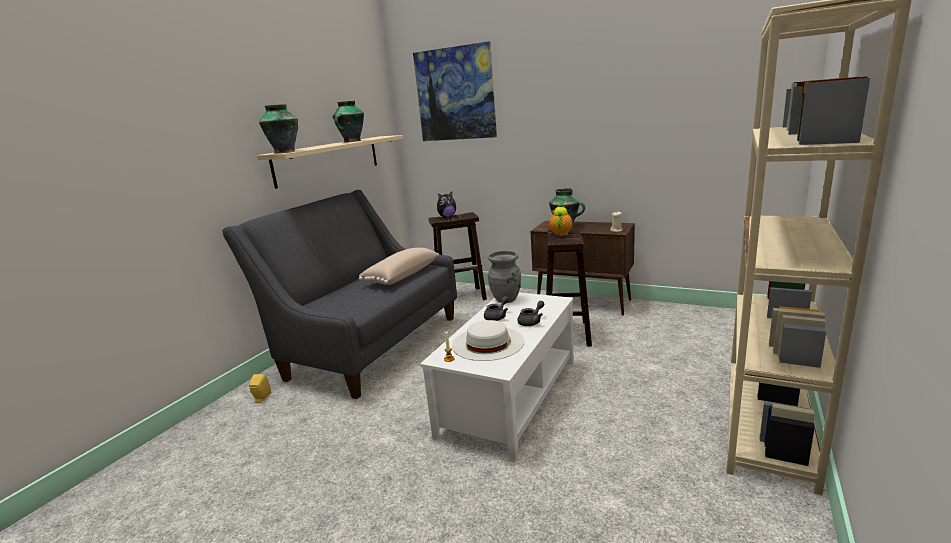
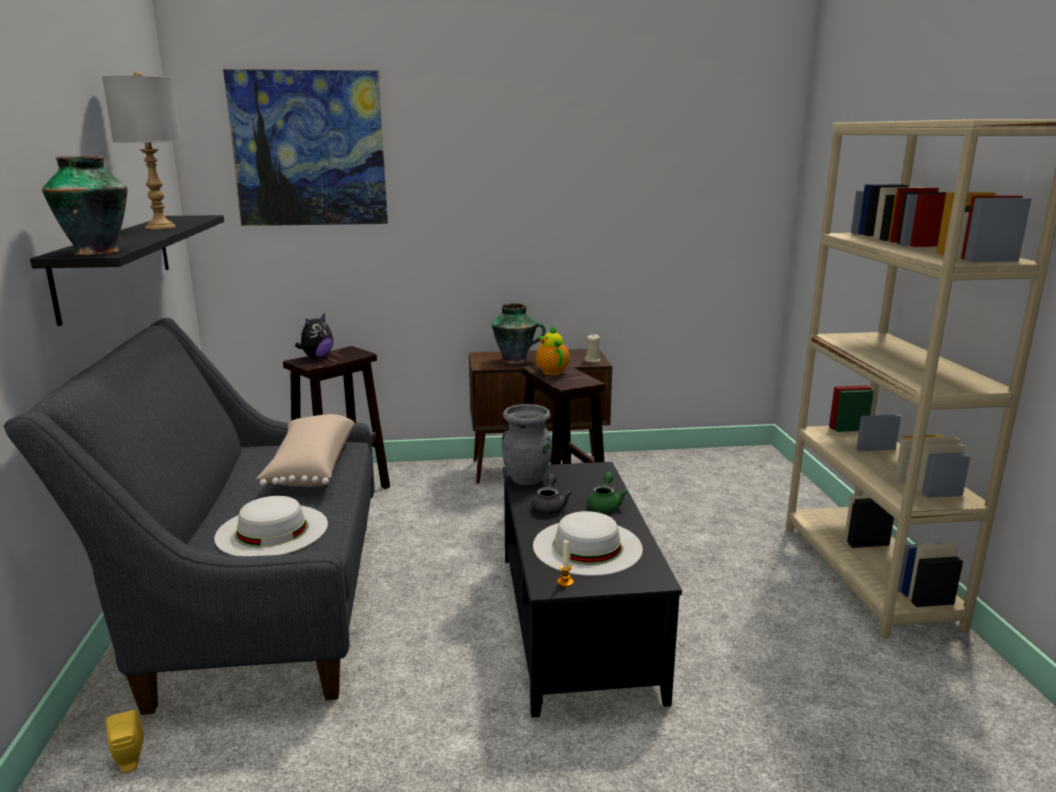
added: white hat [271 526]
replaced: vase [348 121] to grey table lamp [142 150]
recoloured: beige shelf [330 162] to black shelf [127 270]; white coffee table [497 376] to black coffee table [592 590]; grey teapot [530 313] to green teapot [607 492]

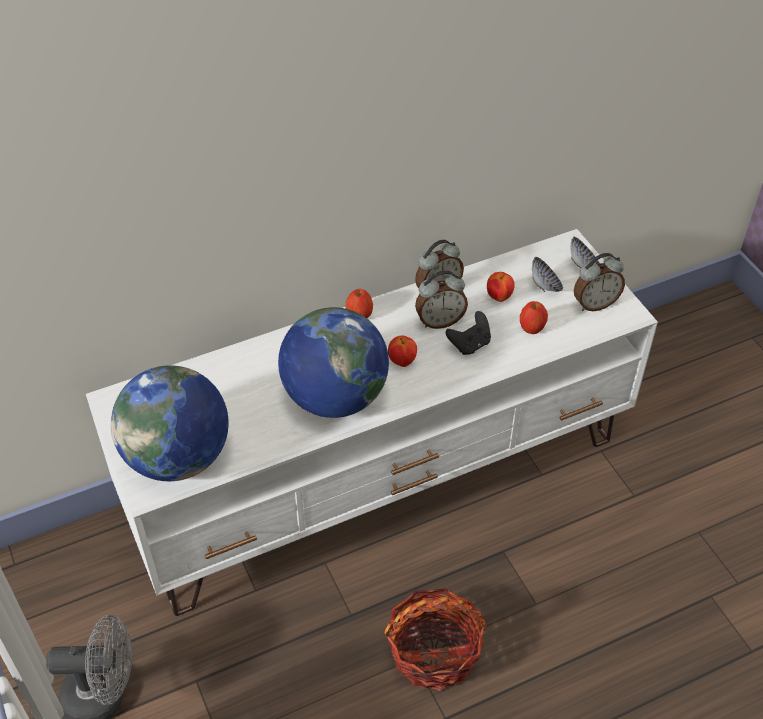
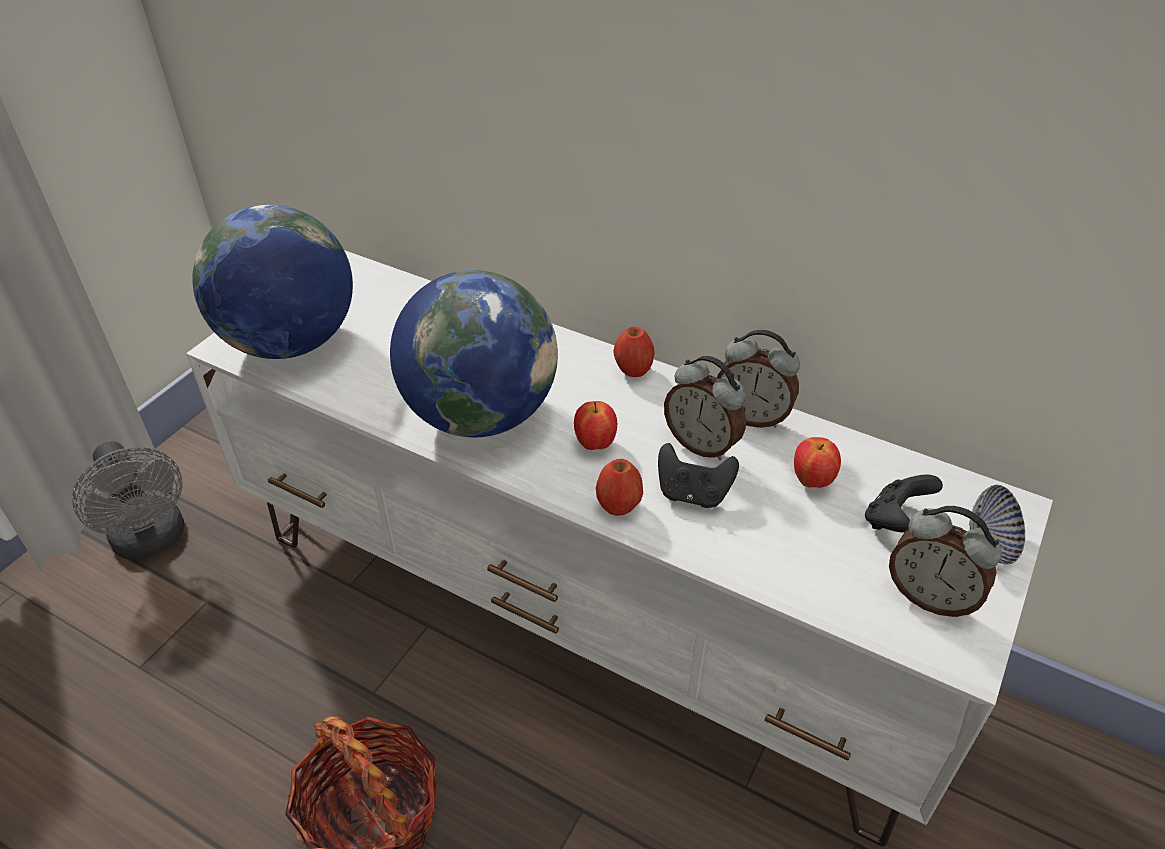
moved: apple [534 317] to [619 487]
replaced: bowl [547 274] to black game controller [904 503]

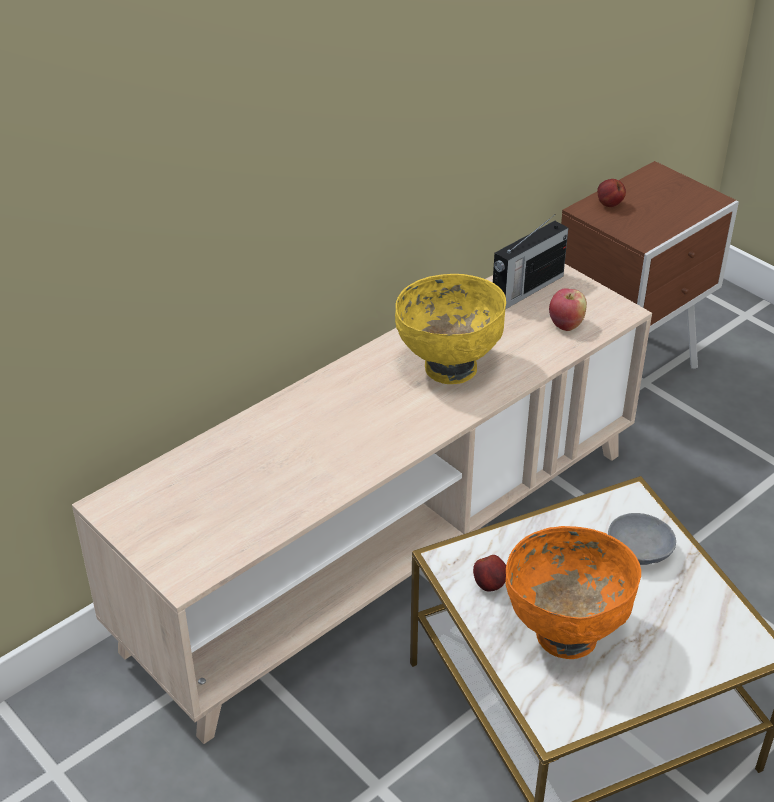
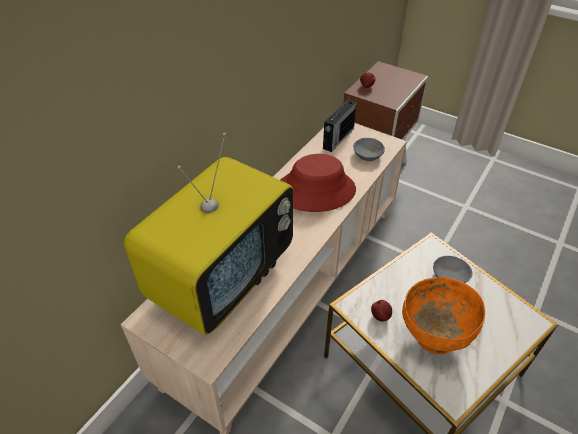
added: television [208 234]
replaced: yellow bowl [450 329] to red hat [318 183]; apple [568 309] to grey bowl [369 149]

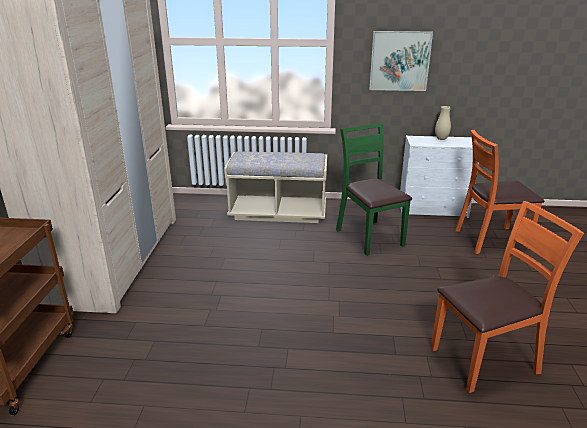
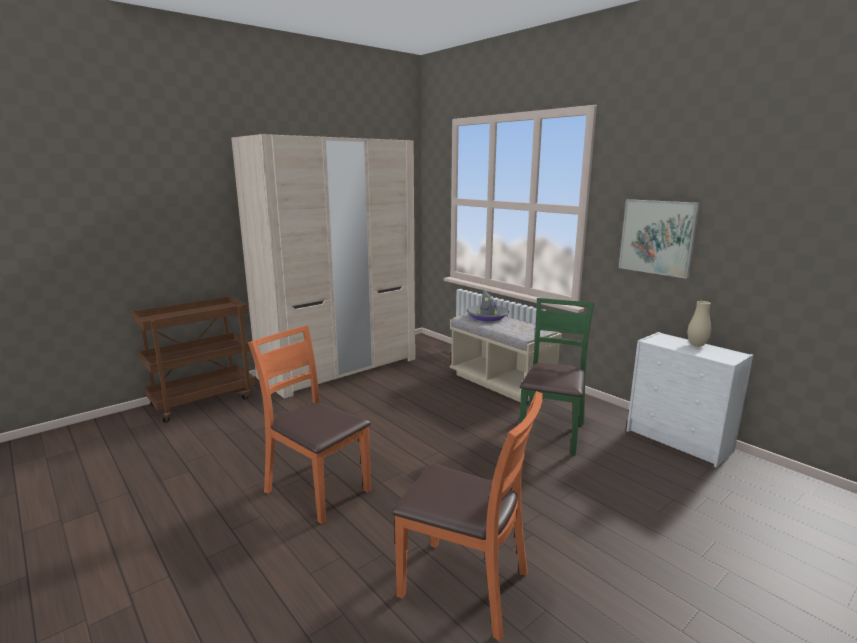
added: grey hat [488 305]
moved: orange chair [499 192] to [309 424]

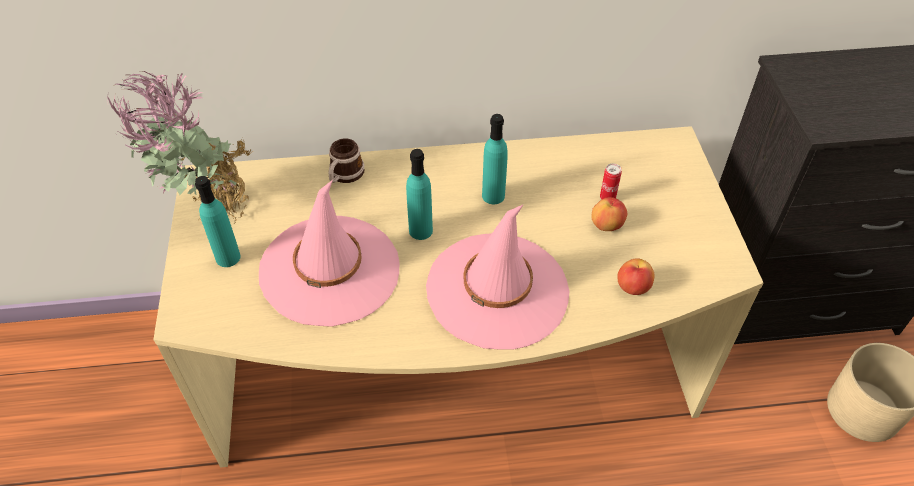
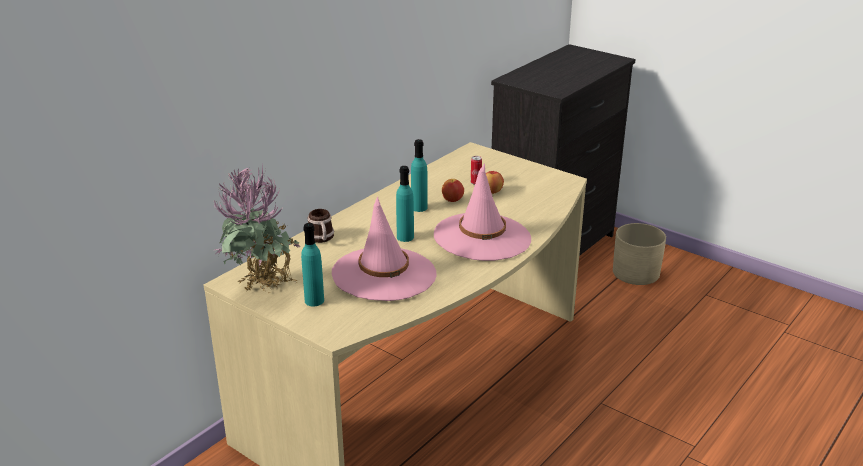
moved: apple [636 276] to [453 190]

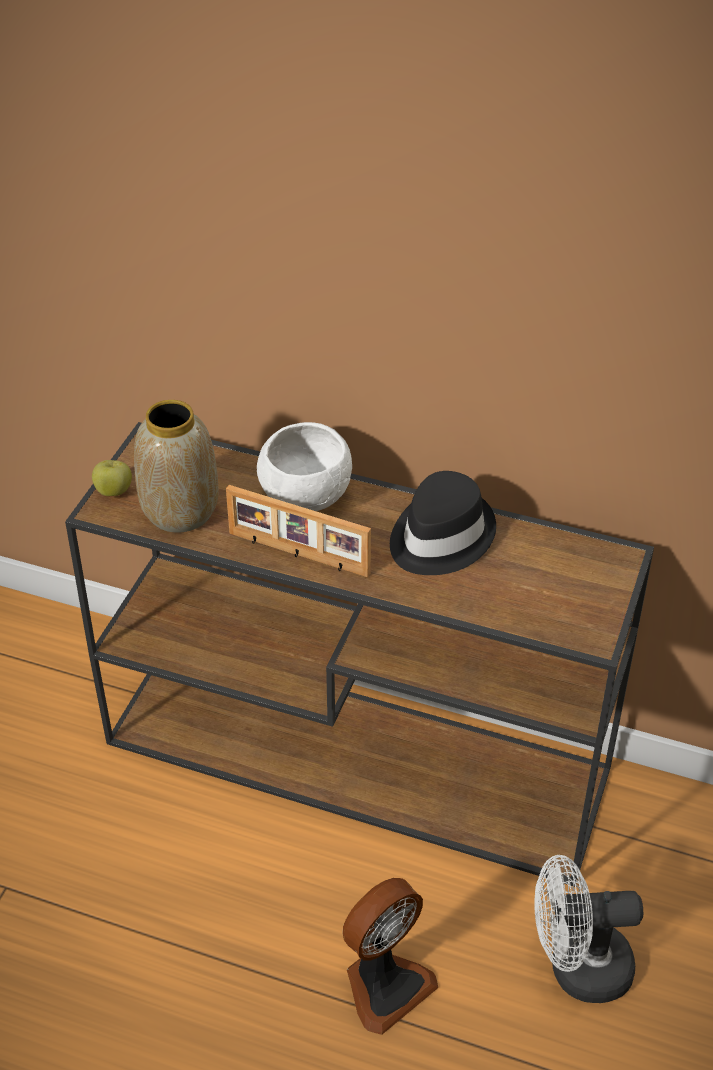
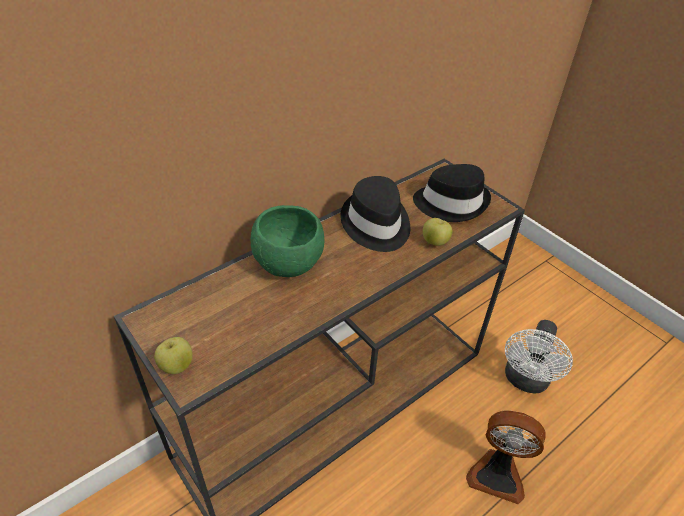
removed: vase [176 466]; picture frame [298 531]
added: black hat [452 193]; apple [437 232]
recoloured: white bowl [304 466] to green bowl [287 241]
turned: fan [390 956] = [506 457] 120 degrees clockwise

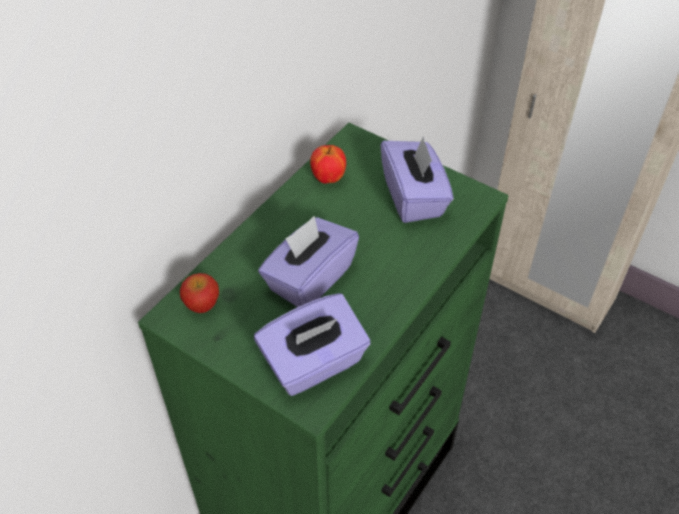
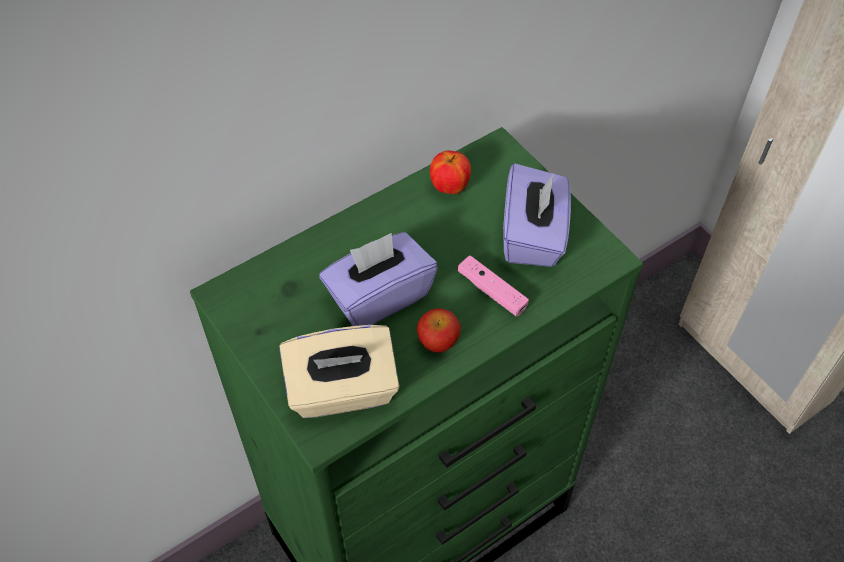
added: pink game controller [493 285]
moved: apple [199 293] to [439 330]
recoloured: purple tissue box [312 344] to beige tissue box [339 371]

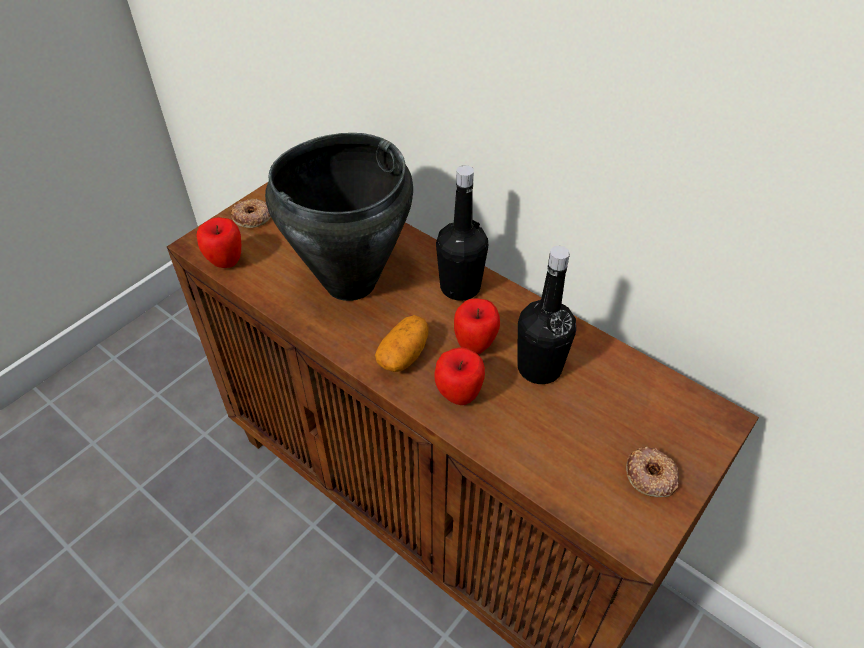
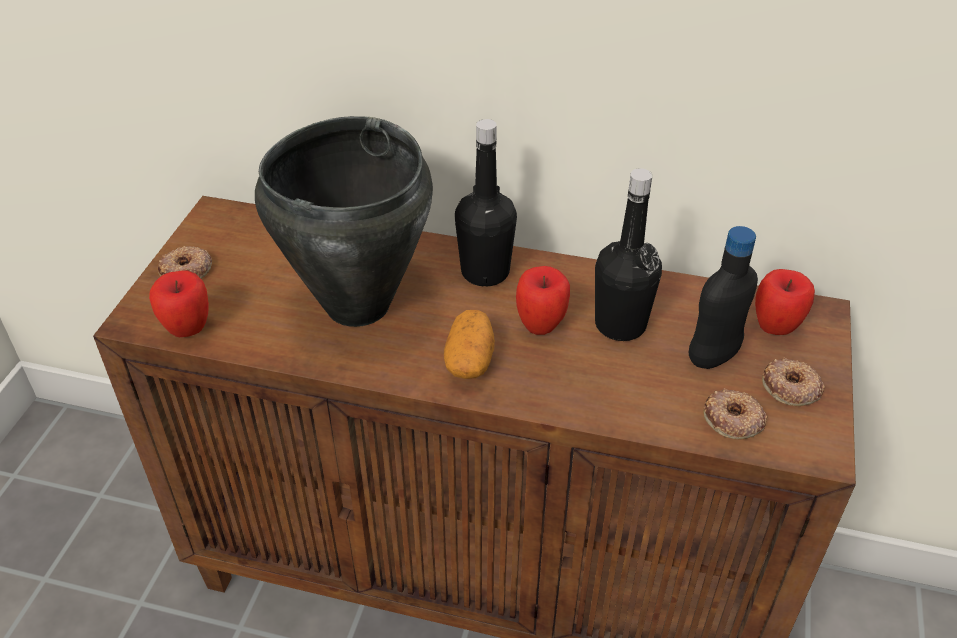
added: black bottle [723 297]; donut [735 414]
moved: apple [460 376] to [785 302]

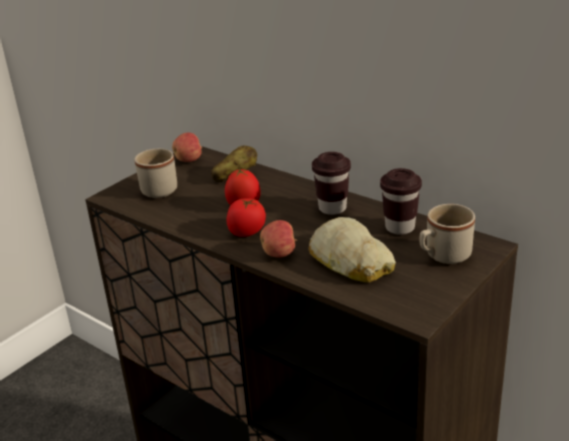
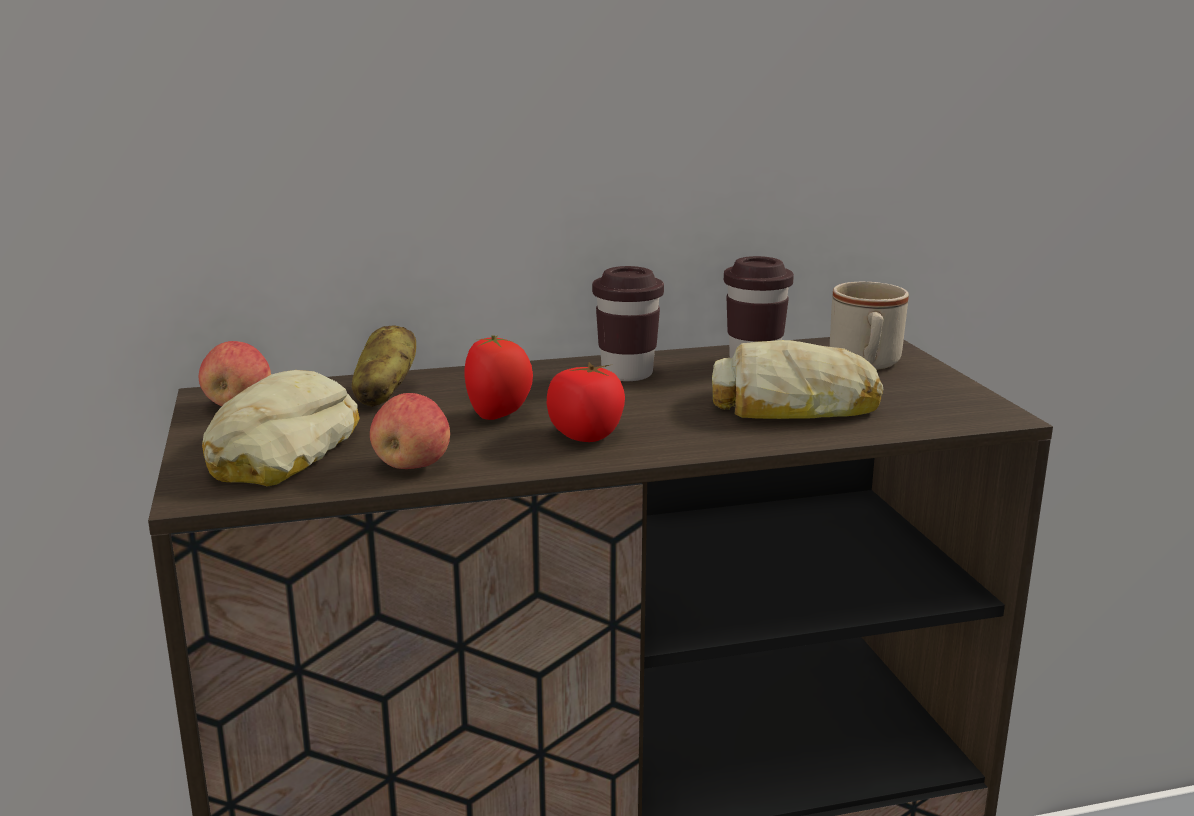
moved: apple [278 239] to [410 431]
replaced: beige mug [155 173] to bread [281 428]

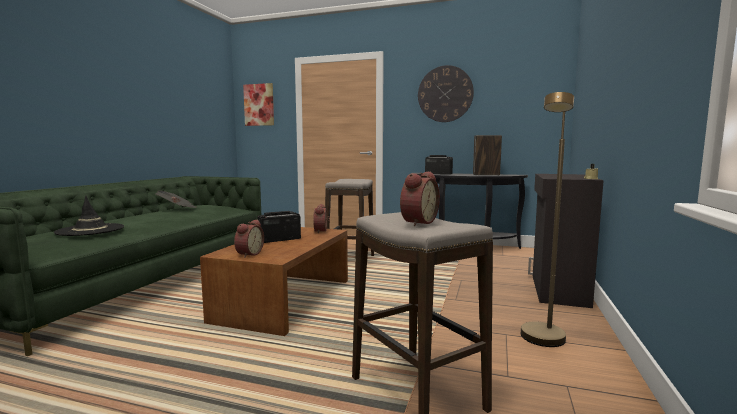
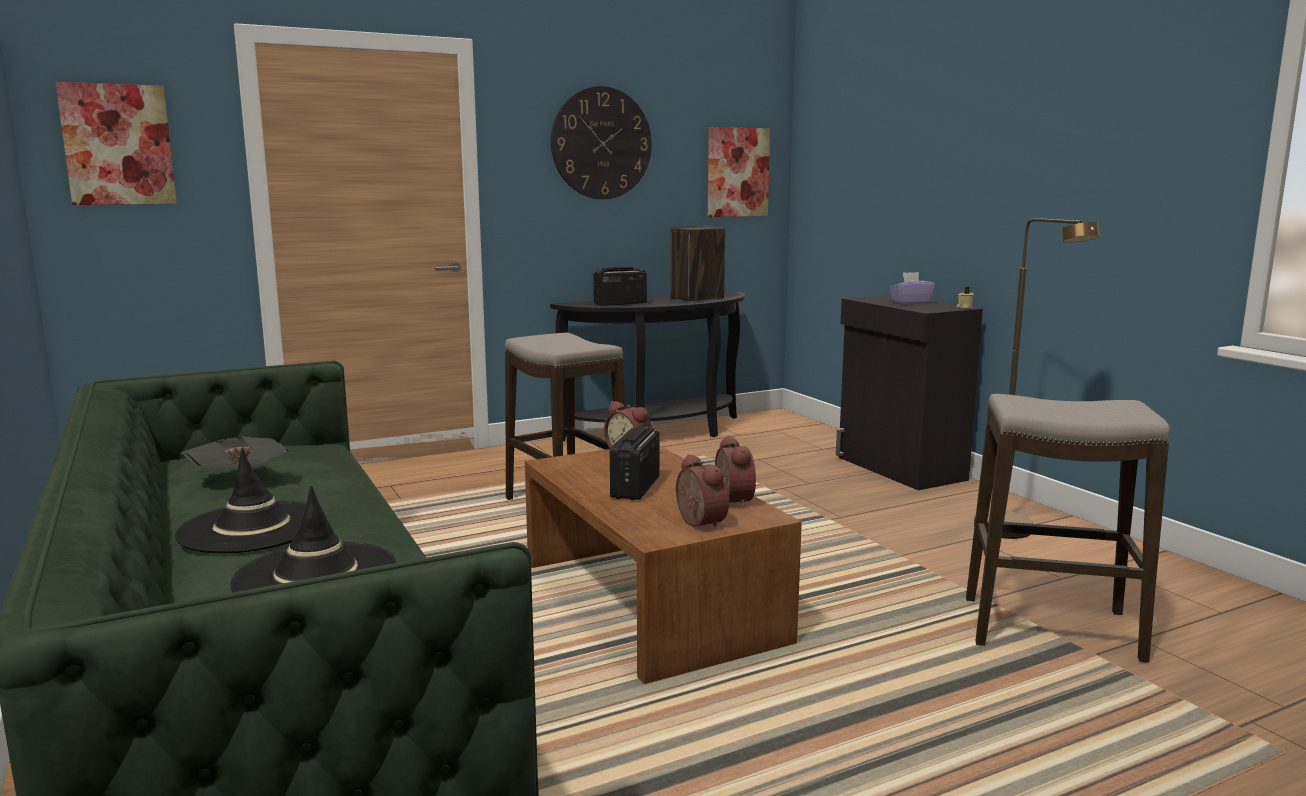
added: picture [739 172]; purple tissue box [912 288]; black hat [241 500]
moved: alarm clock [420 199] to [735 472]

